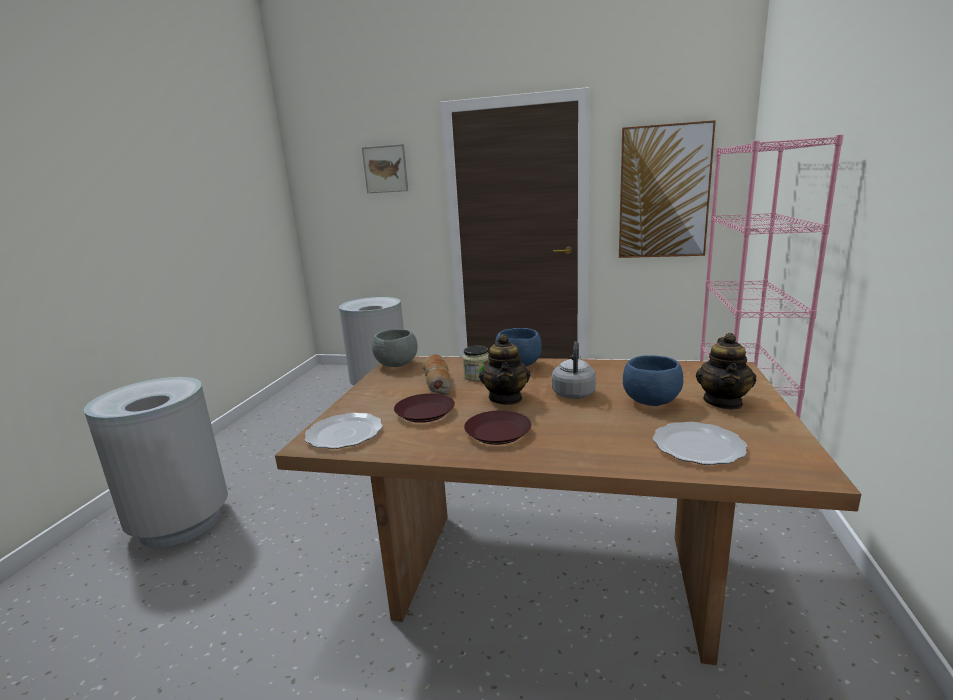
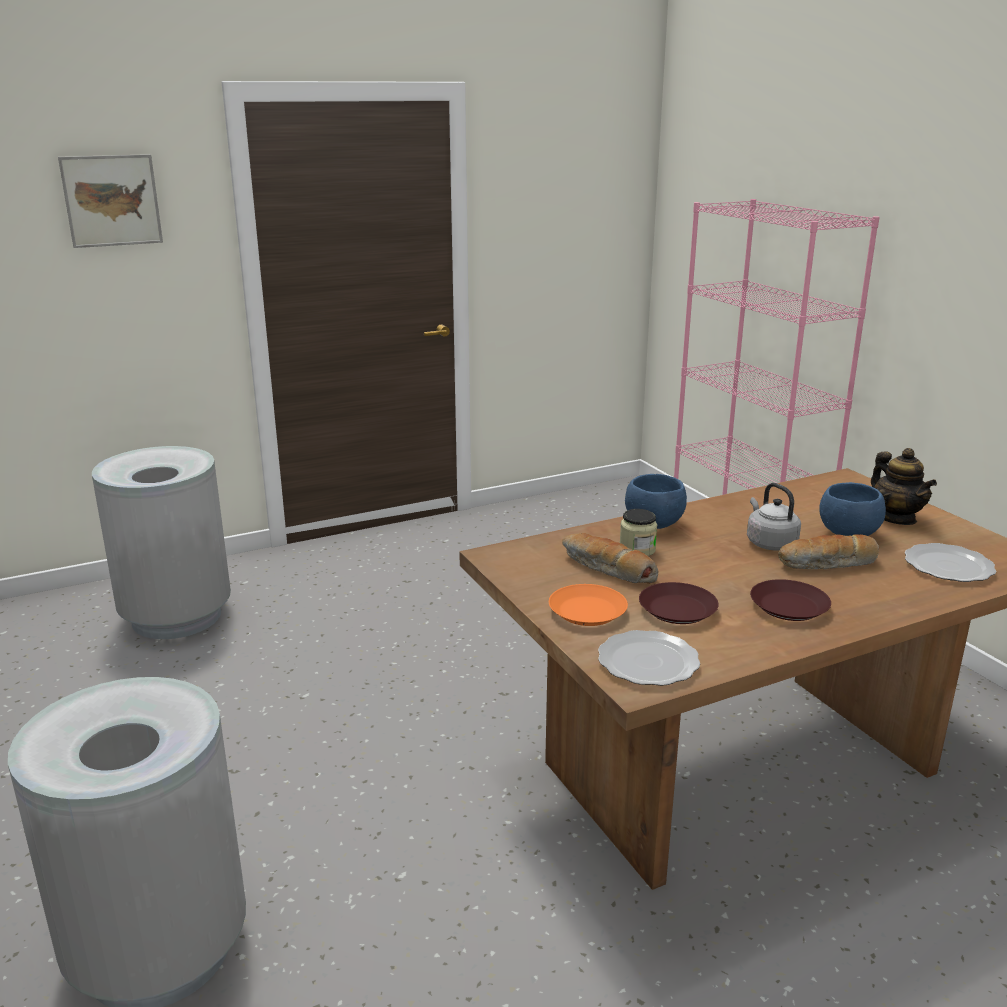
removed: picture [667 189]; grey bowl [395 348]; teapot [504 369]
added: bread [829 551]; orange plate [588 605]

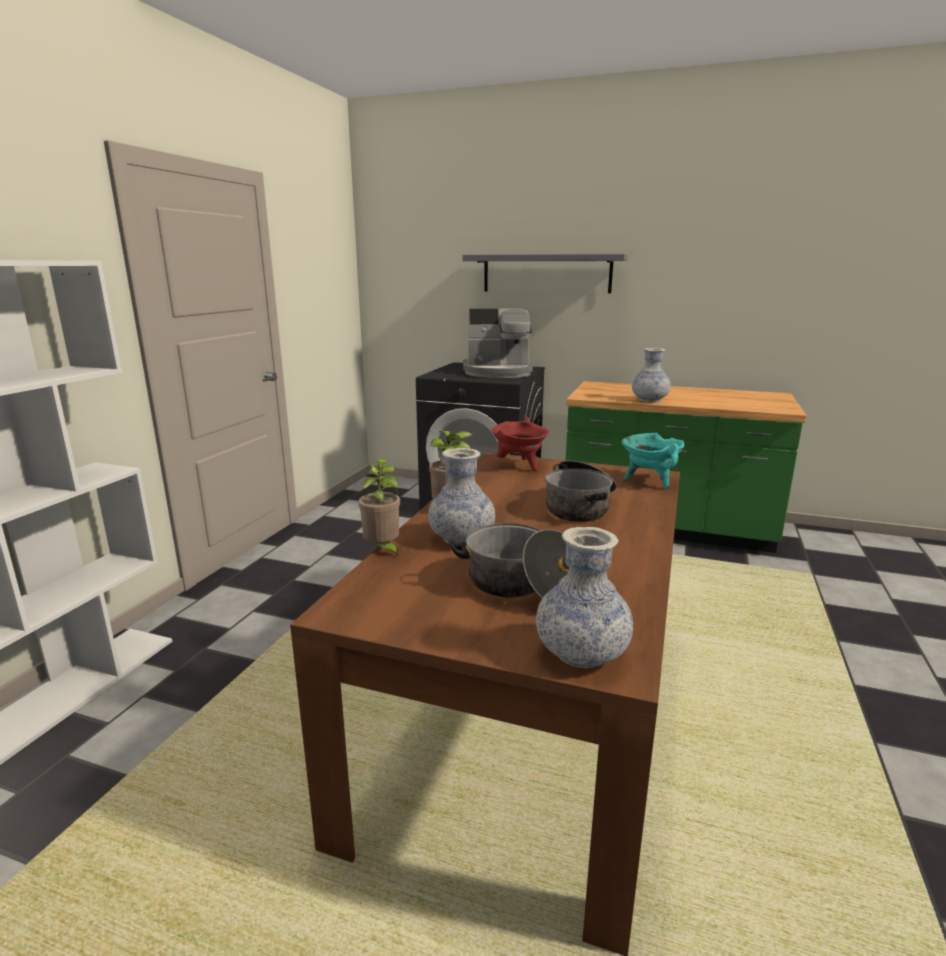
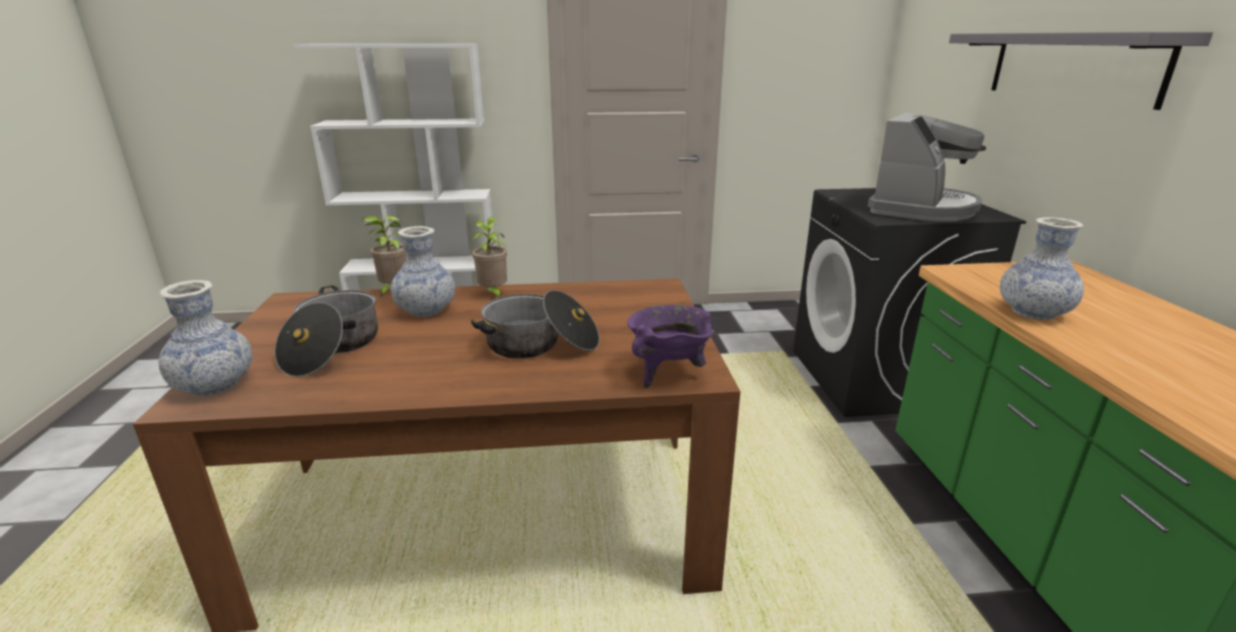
removed: red cooking pot [520 444]
recoloured: turquoise cooking pot [653 461] to purple cooking pot [670 346]
turned: coffee machine [498 343] = [927 167] 120 degrees counterclockwise

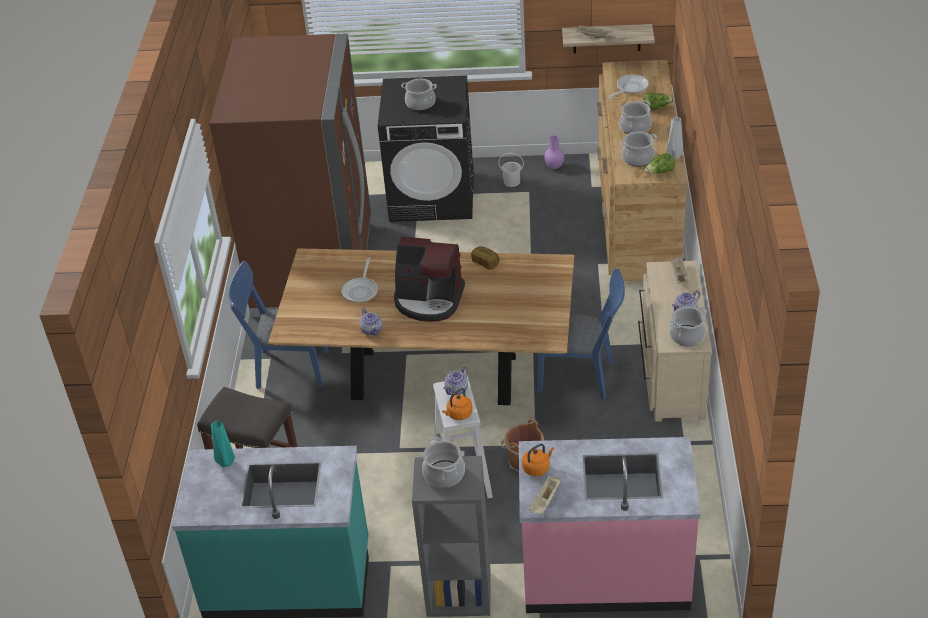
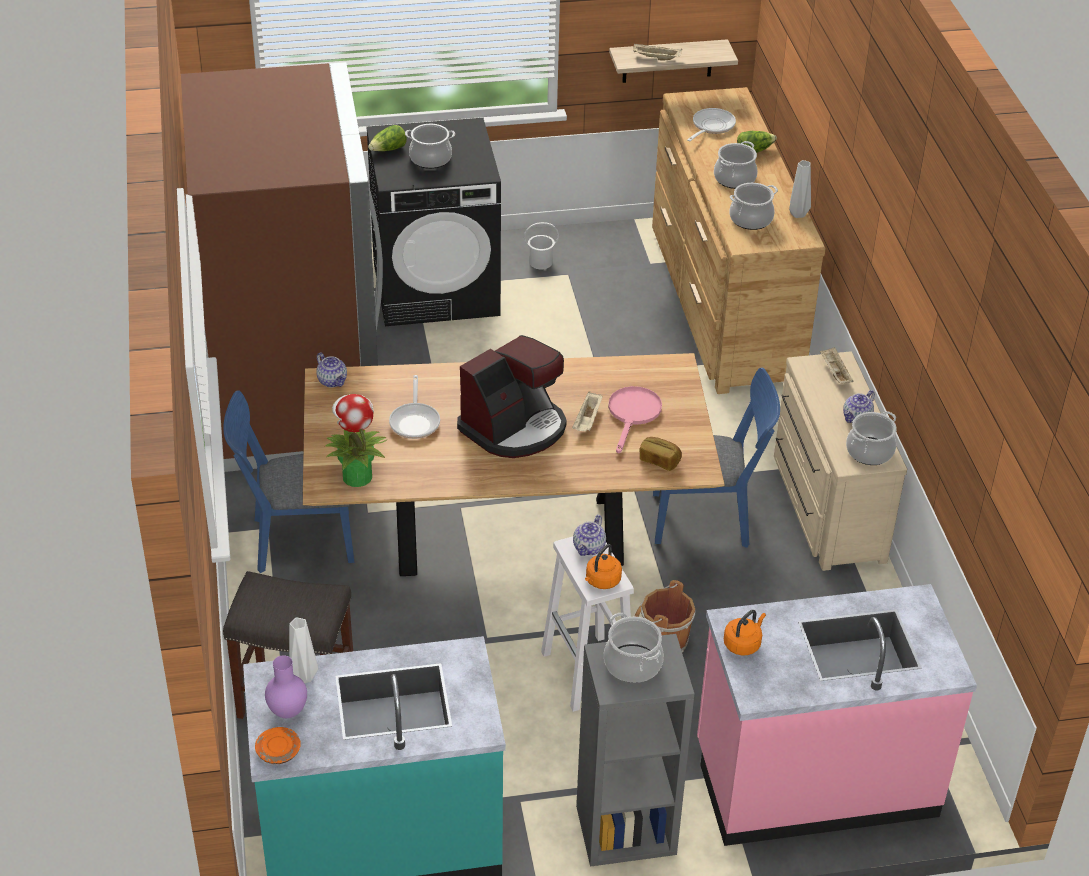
added: pink frying pan [635 419]; potted plant [356 440]; orange plate [278 745]
moved: purple vase [554 152] to [286 687]; lettuce [660 163] to [387 138]; bread [485 258] to [661 454]; teapot [370 322] to [331 370]; beige tray [544 494] to [587 411]
recoloured: turquoise vase [223 444] to white vase [303 650]
turned: coffee machine [429 279] = [512 396] 45 degrees counterclockwise

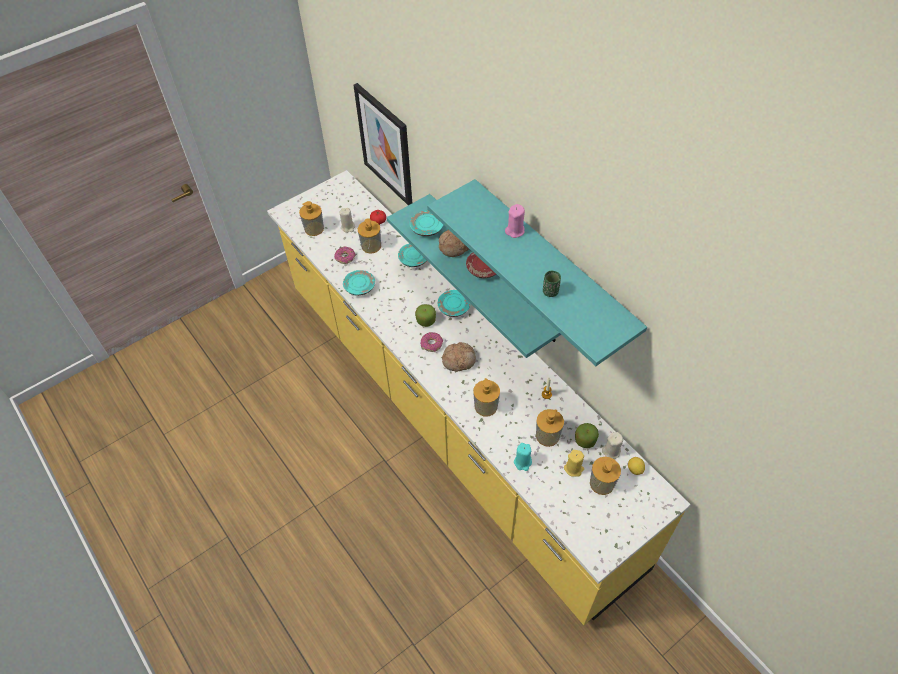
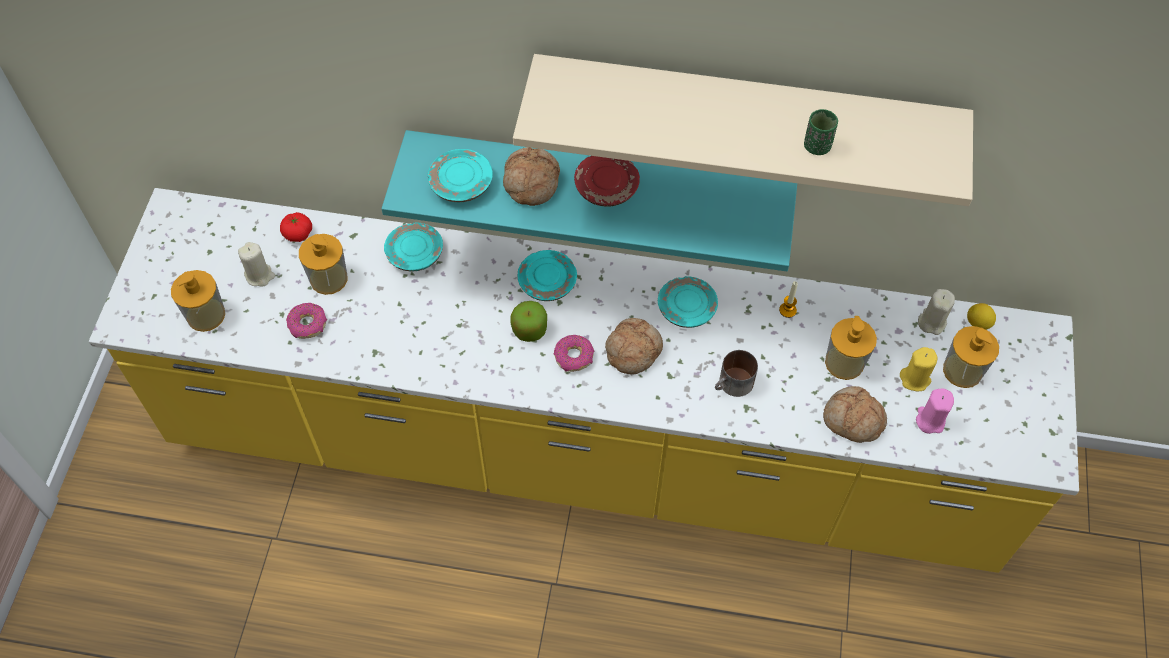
removed: picture [382 144]; apple [587 435]
moved: pink candle [515 221] to [935 411]; turquoise plate [359 283] to [688 302]
replaced: soap dispenser [486 397] to mug [736 373]; turquoise candle [523 457] to bread [855 414]
recoloured: turquoise shelf [537 272] to beige shelf [743 130]

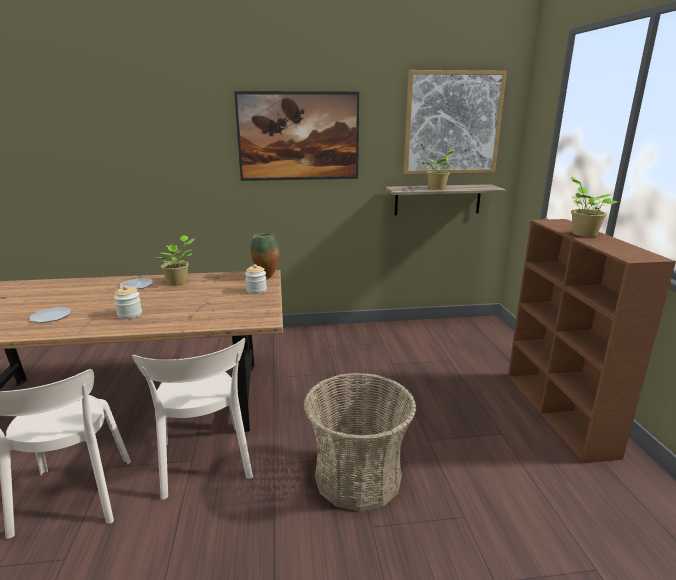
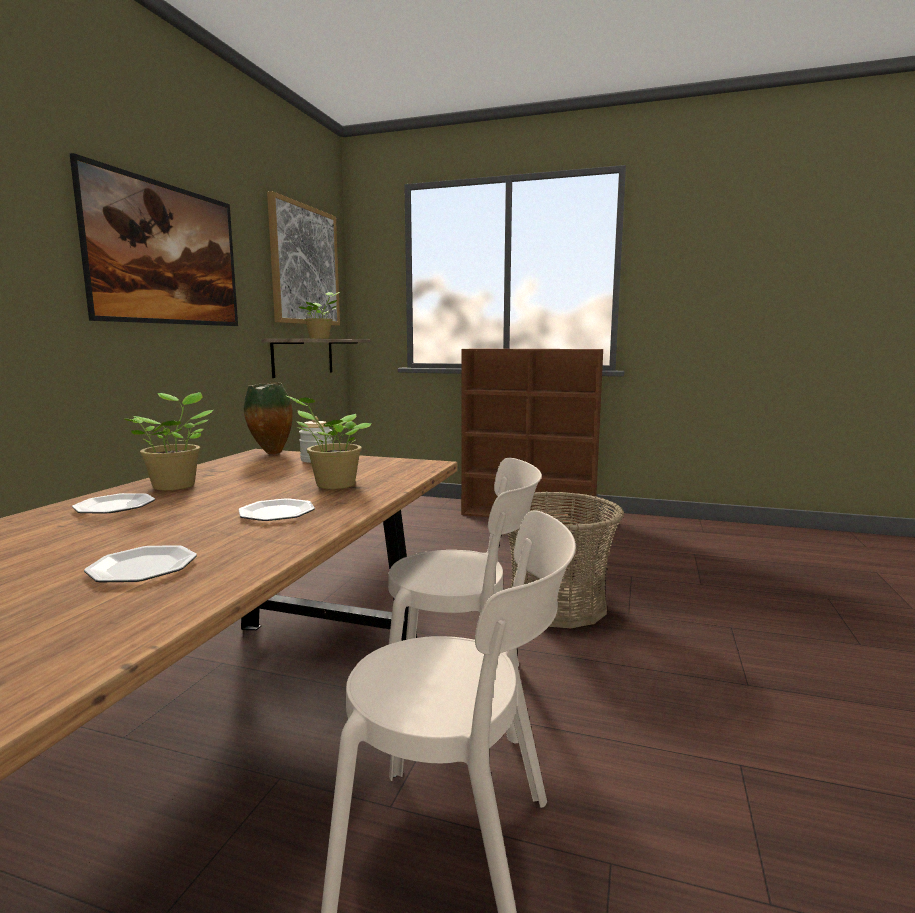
moved: potted plant [594 207] to [328 442]
replaced: jar [128 302] to plate [276 509]

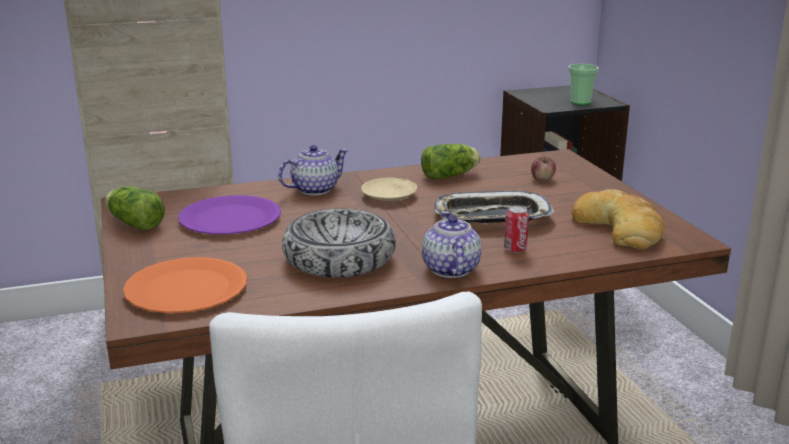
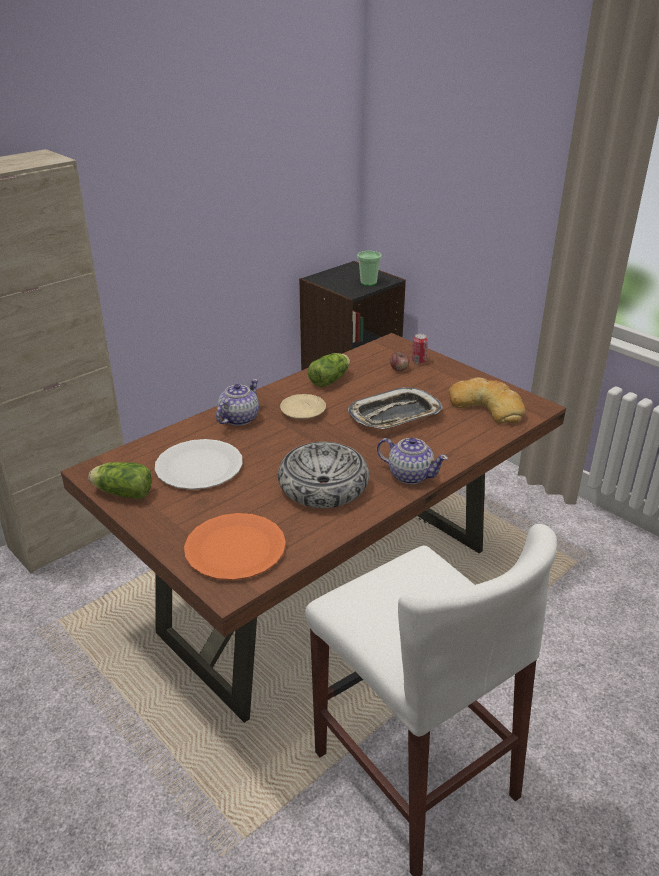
moved: can [516 229] to [420 349]
recoloured: purple plate [229 214] to white plate [199 464]
turned: teapot [452 244] = [412 460] 150 degrees clockwise

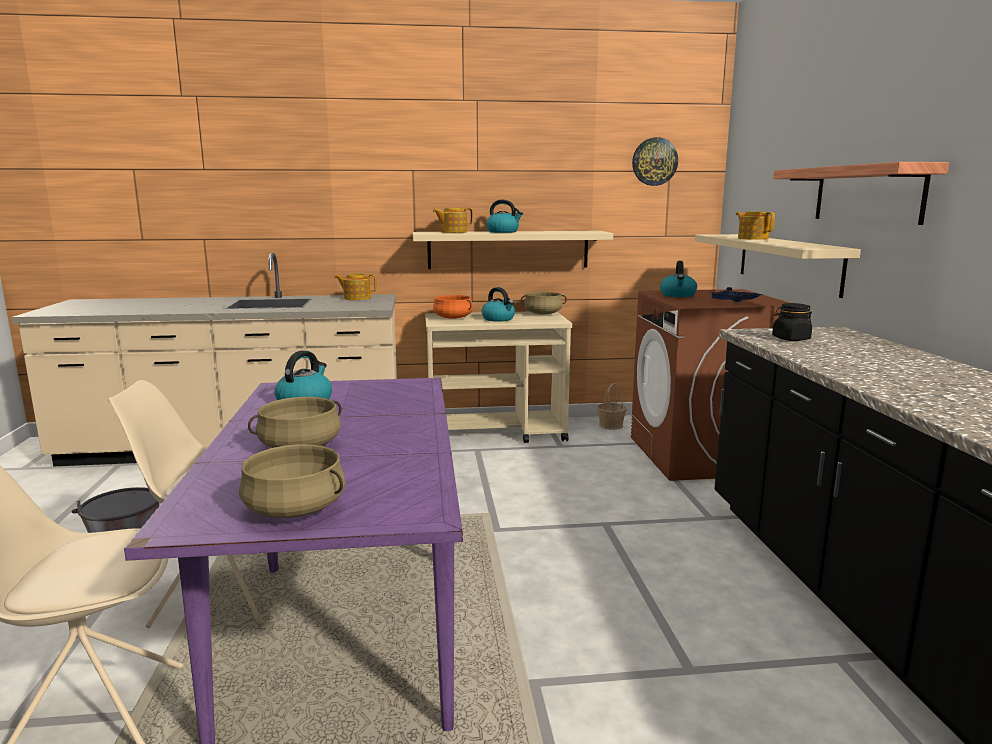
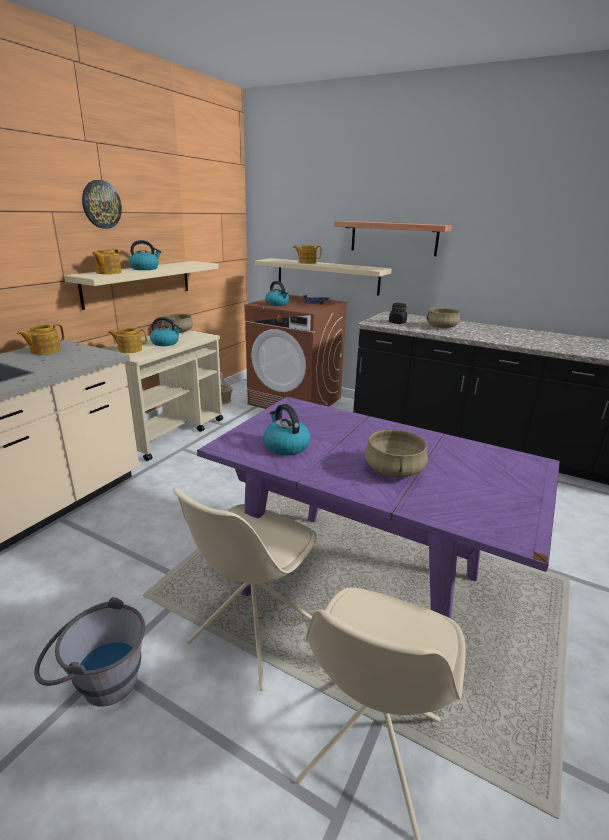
moved: wall clock [655 161] to [102 204]; beige cooking pot [292 481] to [443 318]
replaced: orange cooking pot [453 307] to teapot [127 340]

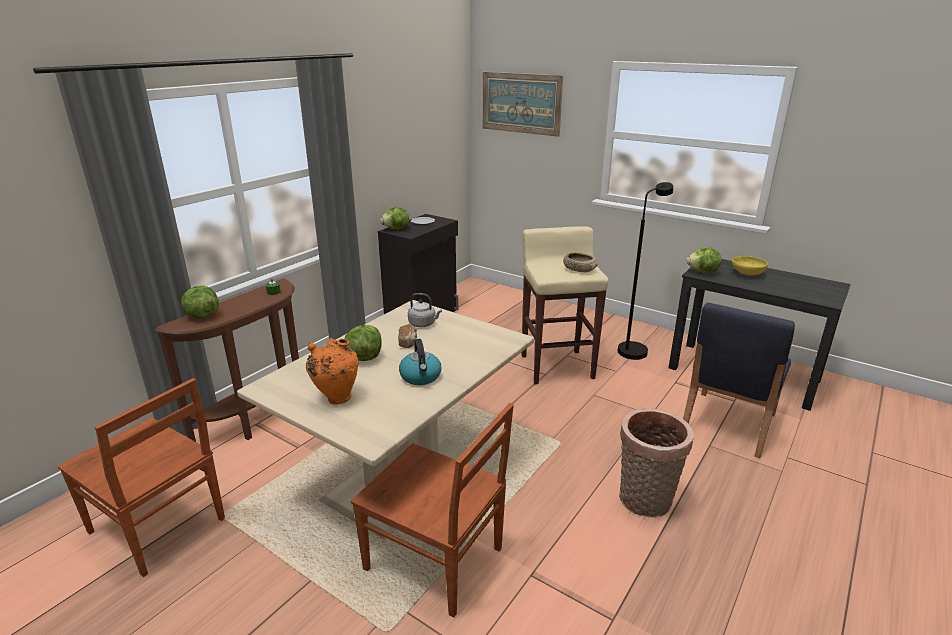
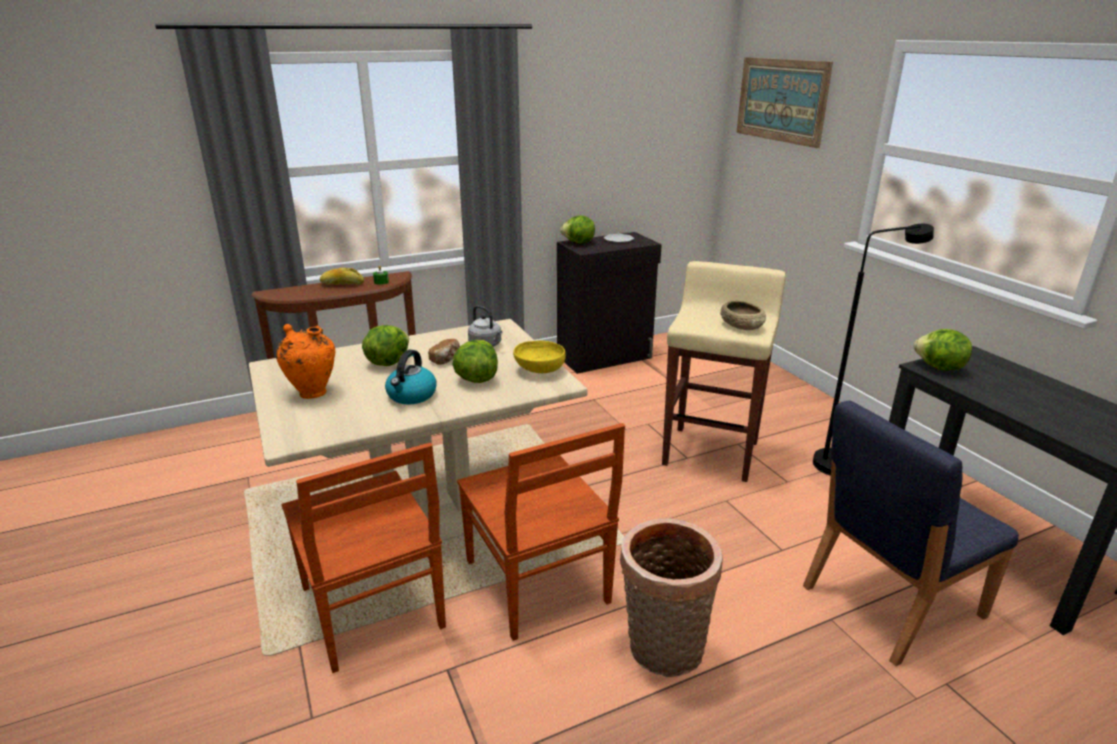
added: bread [342 276]
moved: yellow bowl [750 266] to [539 356]; lettuce [200 301] to [475 361]; brown chair [141 477] to [541 532]

